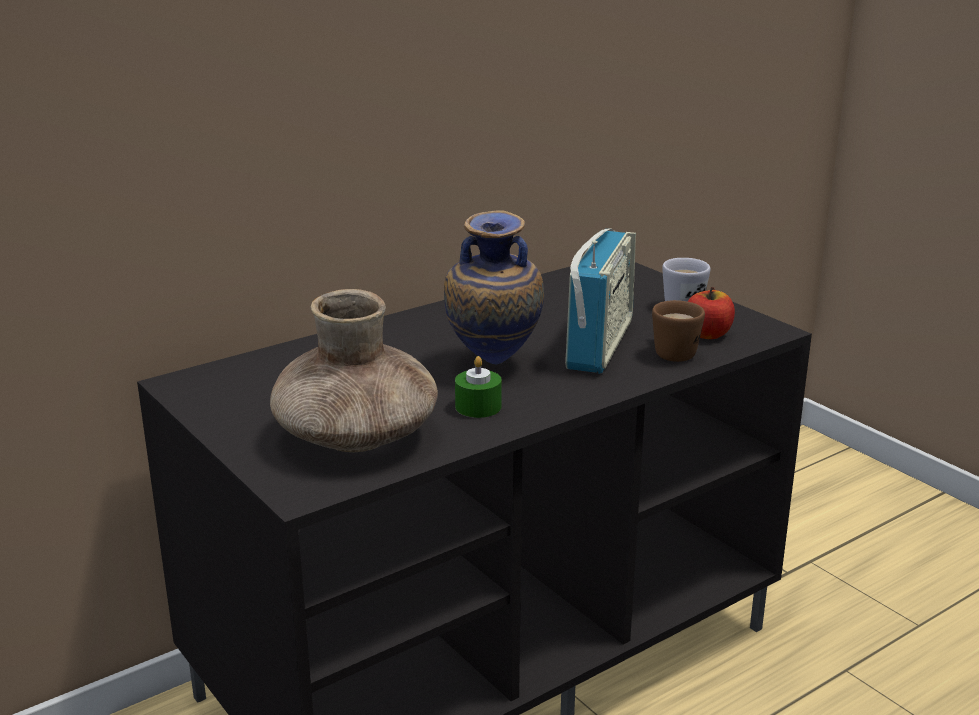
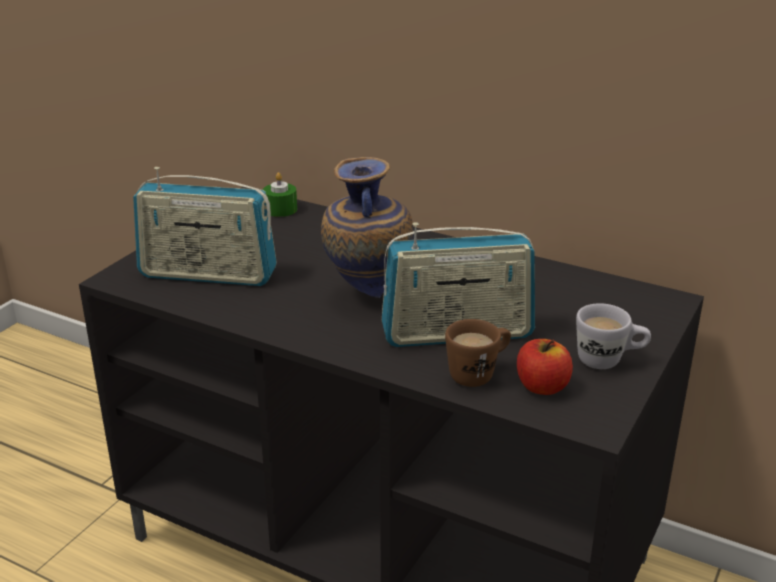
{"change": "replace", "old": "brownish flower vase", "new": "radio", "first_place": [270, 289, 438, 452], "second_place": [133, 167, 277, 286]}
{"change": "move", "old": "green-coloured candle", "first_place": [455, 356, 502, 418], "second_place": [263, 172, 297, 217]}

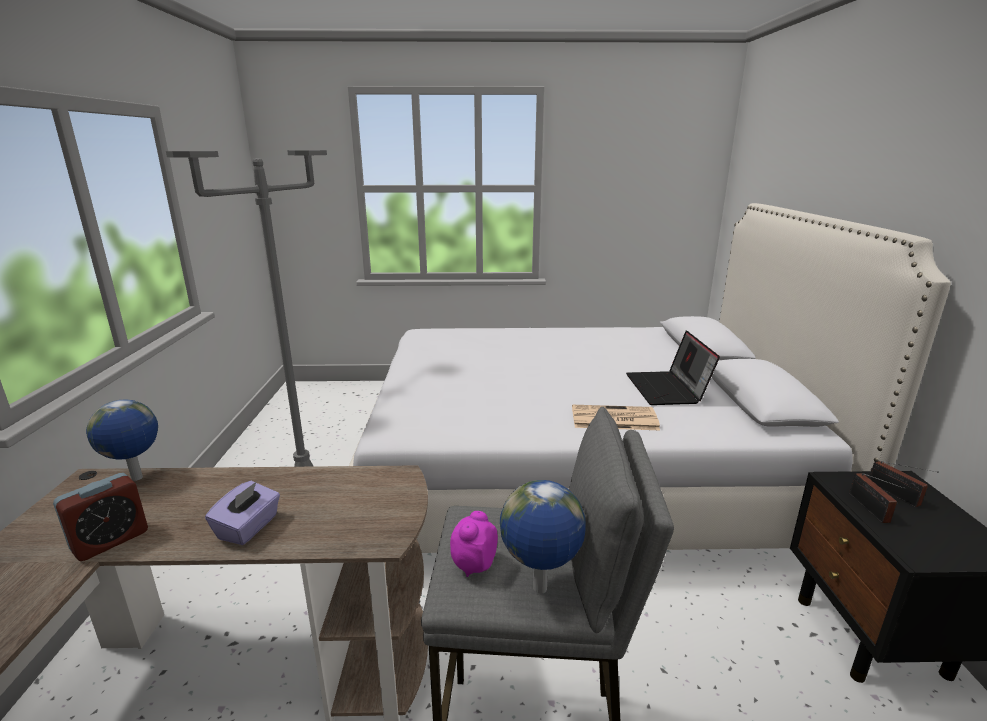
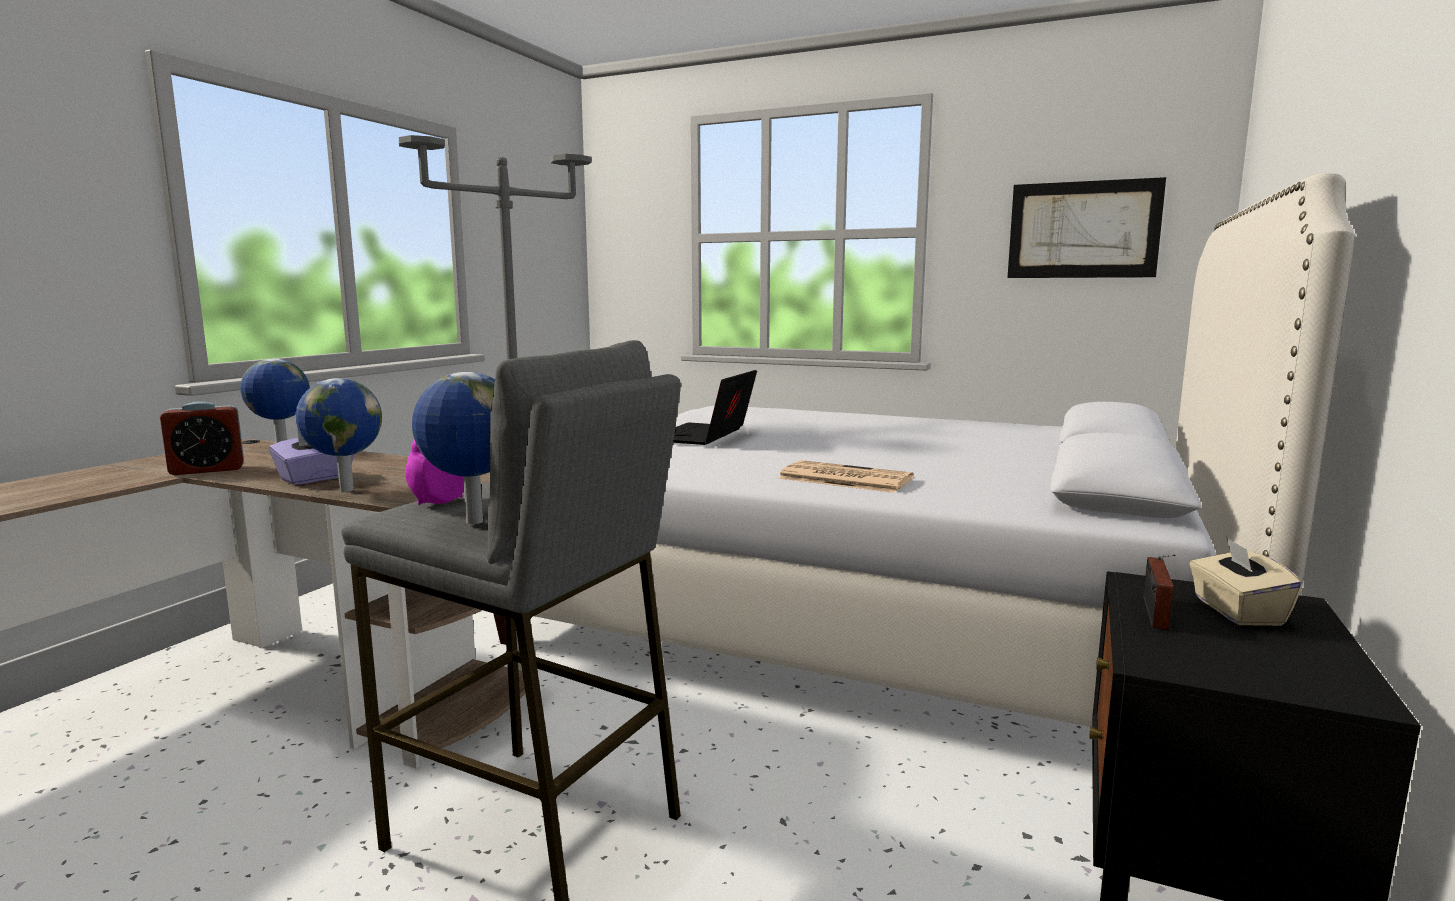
{"change": "move", "old": "laptop", "first_place": [626, 330, 720, 405], "second_place": [673, 370, 757, 445]}
{"change": "replace", "old": "radio", "new": "sand-coloured tissue box", "first_place": [869, 461, 939, 507], "second_place": [1189, 537, 1302, 626]}
{"change": "insert", "new": "wall picture", "second_place": [1008, 177, 1166, 278]}
{"change": "insert", "new": "world globe", "second_place": [296, 378, 382, 492]}

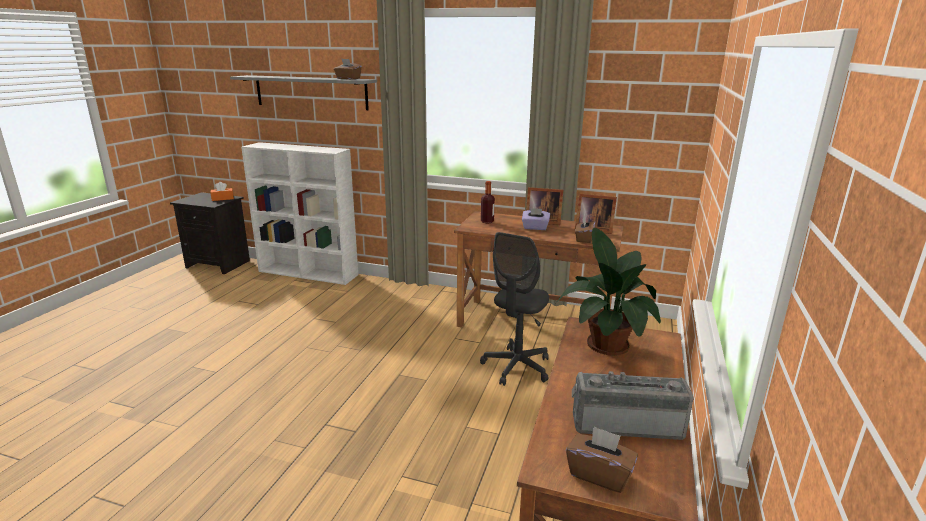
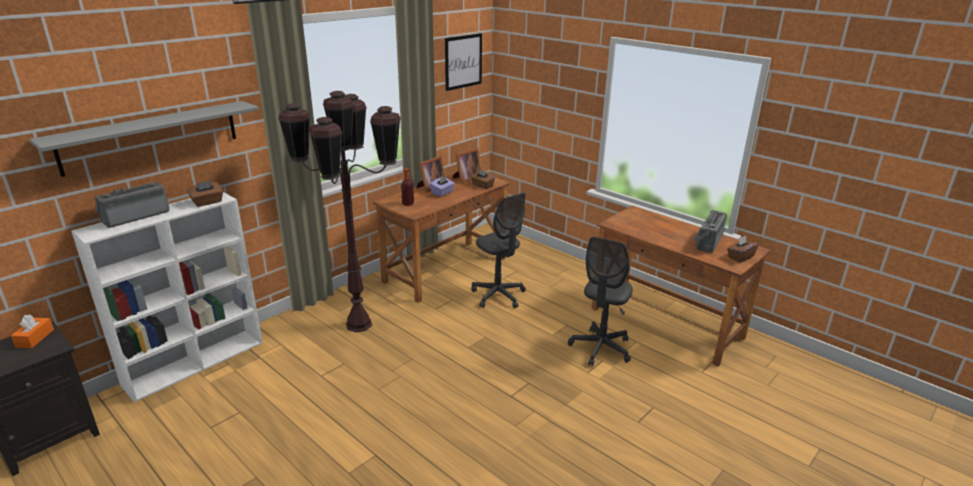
{"change": "move", "old": "brownish tissue box", "first_place": [334, 59, 362, 79], "second_place": [187, 181, 223, 207]}
{"change": "delete", "old": "plant in a pot", "first_place": [556, 228, 661, 355]}
{"change": "insert", "new": "wall picture", "second_place": [445, 33, 482, 91]}
{"change": "insert", "new": "brownish standing lamp", "second_place": [278, 91, 400, 332]}
{"change": "insert", "new": "radio", "second_place": [95, 182, 169, 228]}
{"change": "insert", "new": "greyish office chair", "second_place": [568, 237, 633, 366]}

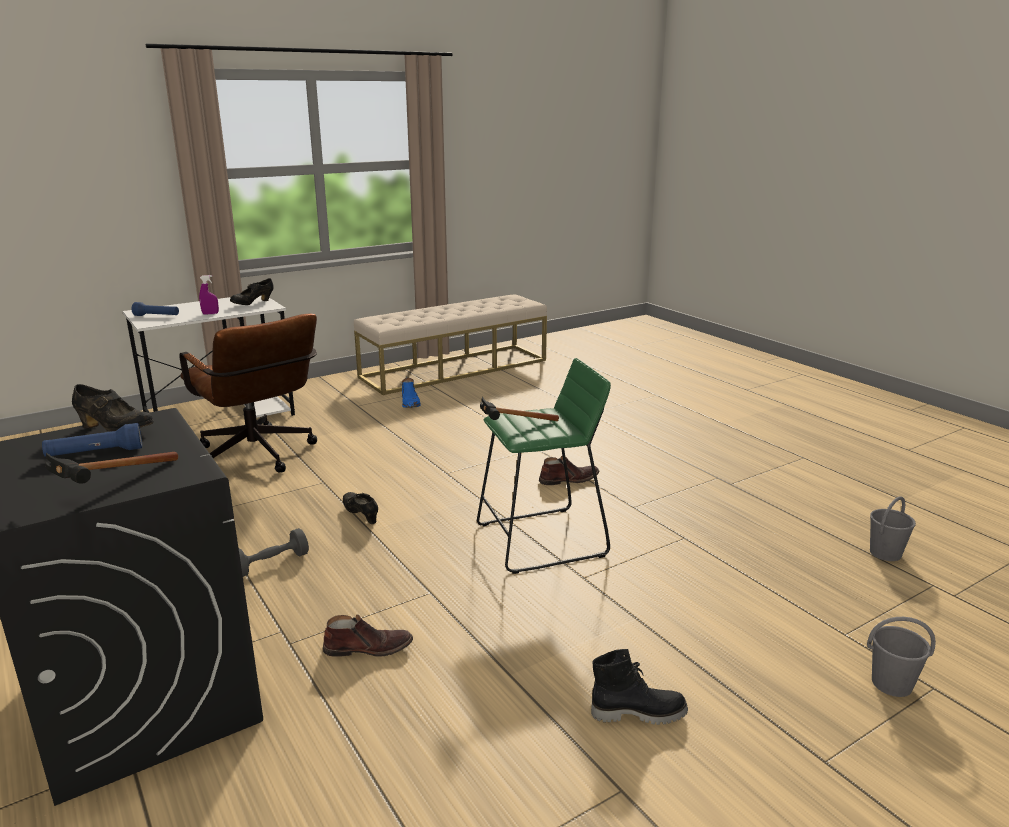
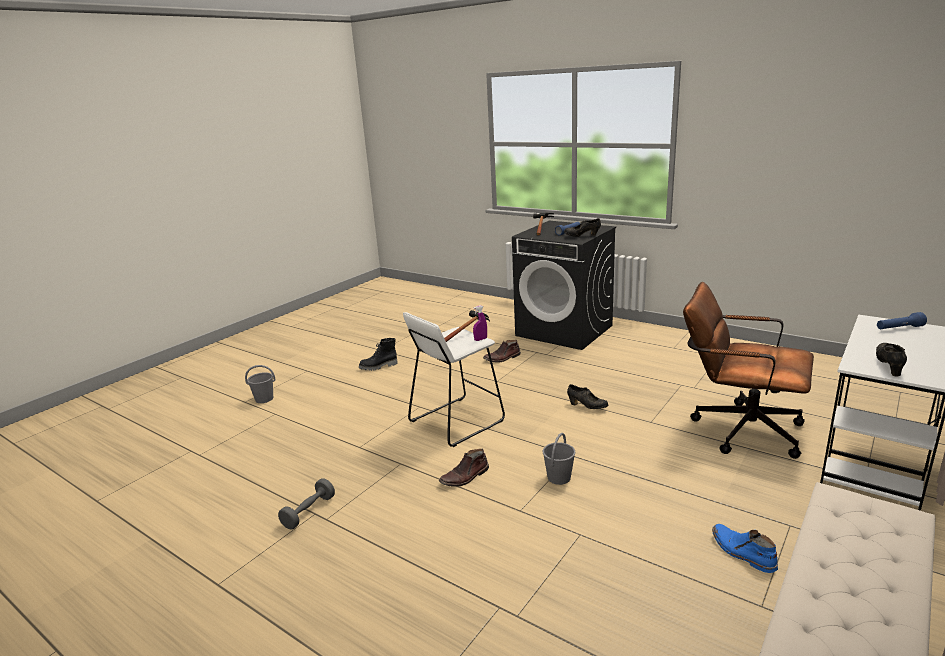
{"change": "move", "old": "purple-coloured sprayer", "first_place": [199, 275, 219, 315], "second_place": [473, 305, 487, 341]}
{"change": "recolor", "old": "green-coloured stool", "new": "white stool", "first_place": [477, 358, 611, 574], "second_place": [403, 312, 505, 447]}
{"change": "move", "old": "greyish pail", "first_place": [870, 496, 916, 561], "second_place": [542, 433, 575, 485]}
{"change": "move", "old": "greyish dumbbell", "first_place": [239, 528, 309, 577], "second_place": [278, 478, 335, 530]}

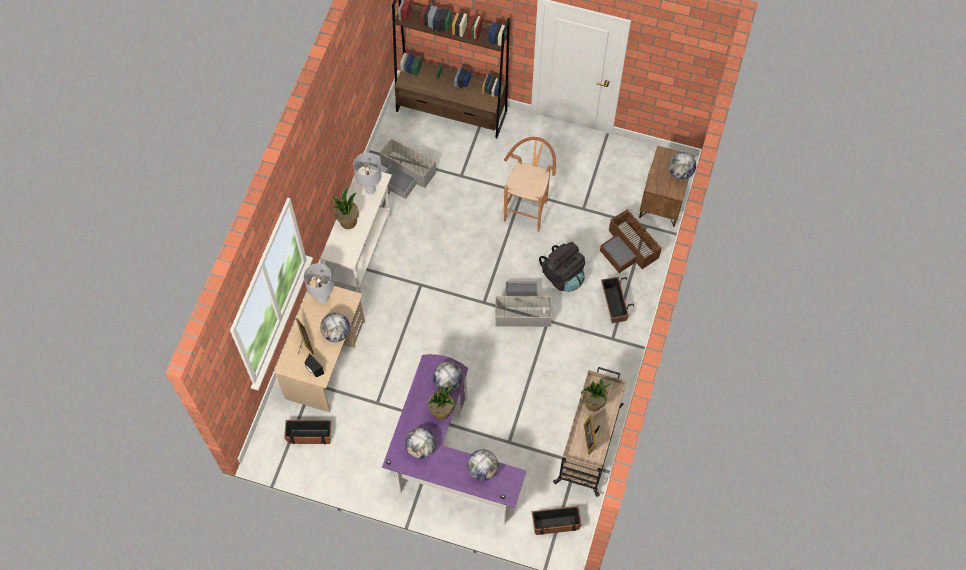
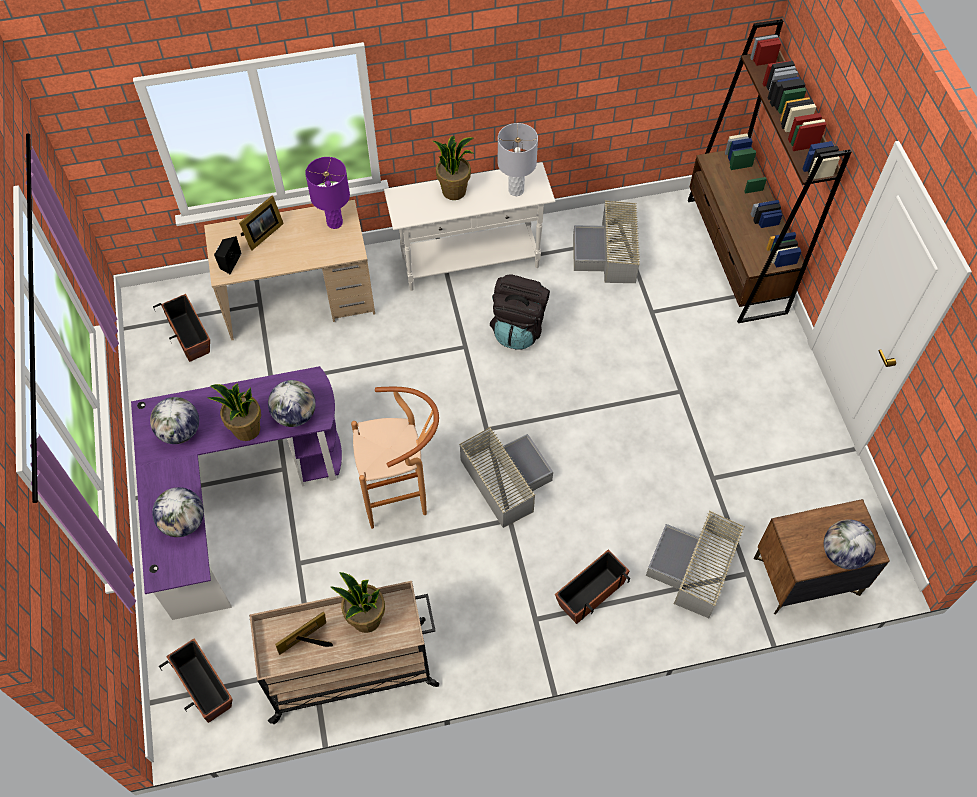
{"change": "move", "old": "brownish stool", "first_place": [504, 137, 556, 232], "second_place": [351, 387, 439, 529]}
{"change": "recolor", "old": "brownish storage container", "new": "greyish storage container", "first_place": [600, 209, 662, 273], "second_place": [646, 511, 745, 618]}
{"change": "move", "old": "blackish backpack", "first_place": [539, 242, 585, 292], "second_place": [490, 274, 550, 350]}
{"change": "recolor", "old": "greyish tabletop lamp", "new": "purple-coloured tabletop lamp", "first_place": [304, 263, 334, 304], "second_place": [305, 157, 350, 229]}
{"change": "delete", "old": "world globe", "first_place": [320, 313, 350, 342]}

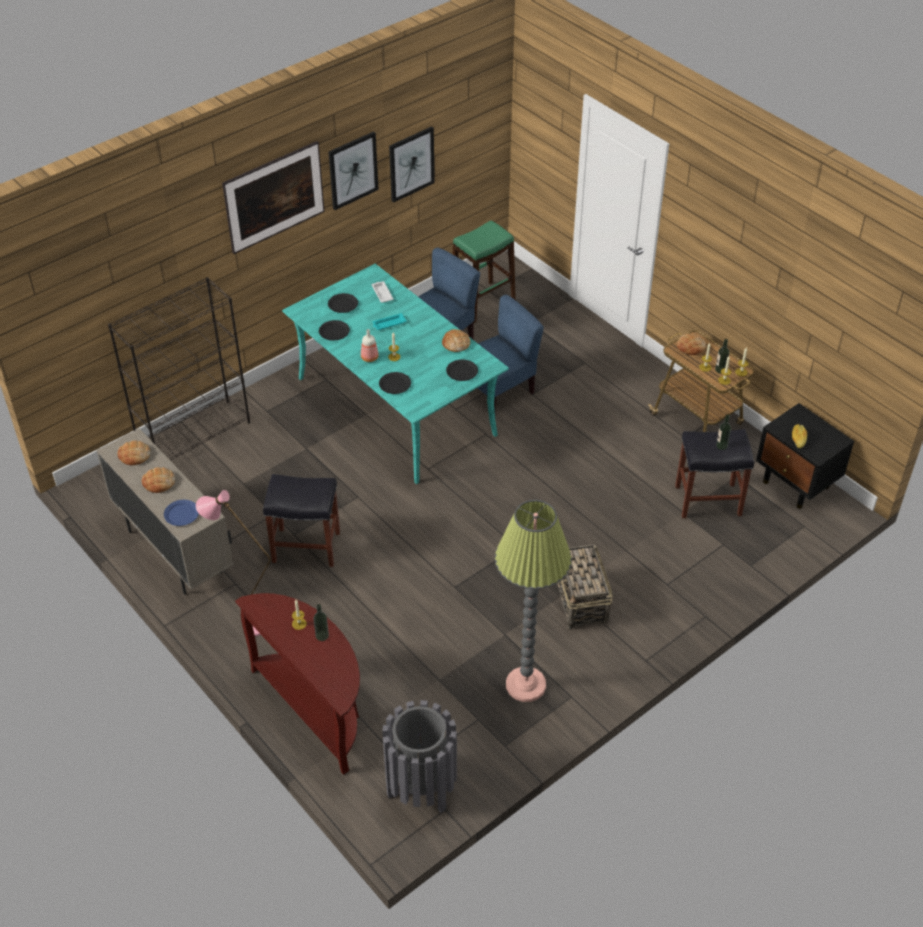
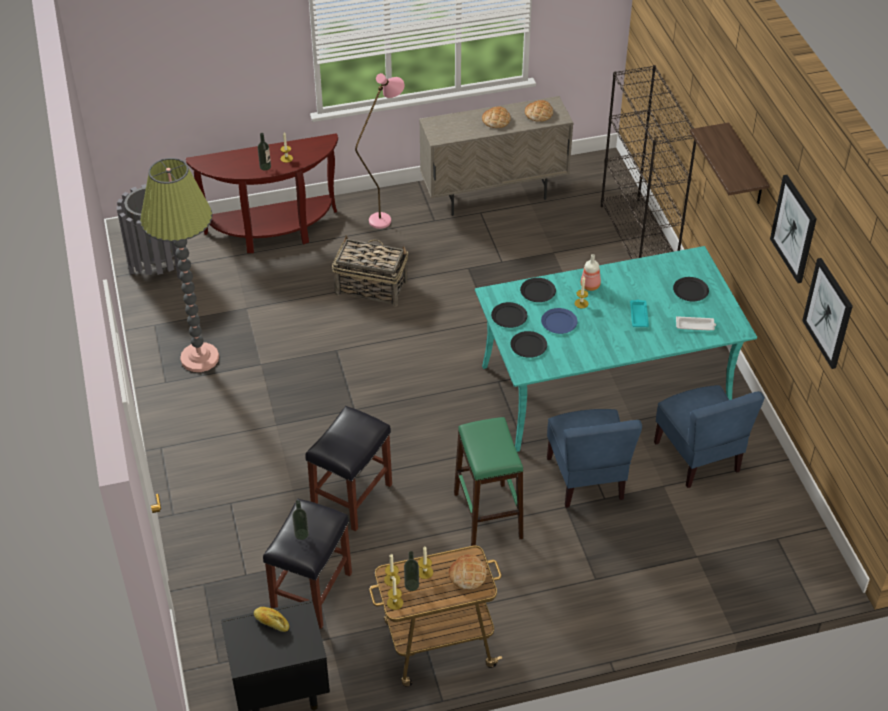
{"change": "replace", "old": "wall picture", "new": "shelf", "first_place": [222, 141, 325, 254], "second_place": [690, 123, 770, 204]}
{"change": "move", "old": "green-coloured stool", "first_place": [453, 221, 516, 323], "second_place": [454, 417, 523, 546]}
{"change": "move", "old": "blackish flat dish", "first_place": [319, 320, 350, 341], "second_place": [491, 302, 527, 328]}
{"change": "delete", "old": "baked bread", "first_place": [442, 329, 470, 352]}
{"change": "move", "old": "blackish stool", "first_place": [263, 474, 340, 567], "second_place": [305, 406, 392, 531]}
{"change": "move", "old": "blue flat dish", "first_place": [164, 500, 199, 526], "second_place": [541, 308, 578, 334]}
{"change": "move", "old": "storage basket", "first_place": [557, 545, 613, 629], "second_place": [332, 235, 408, 307]}

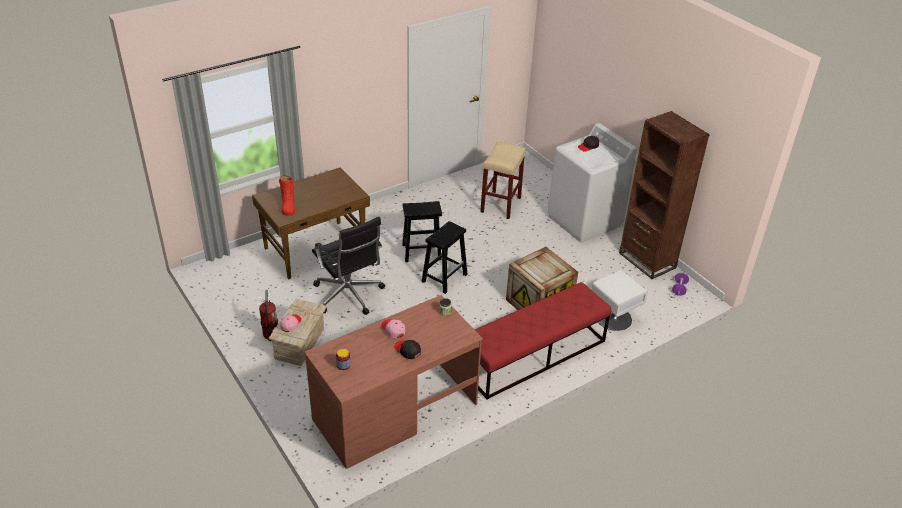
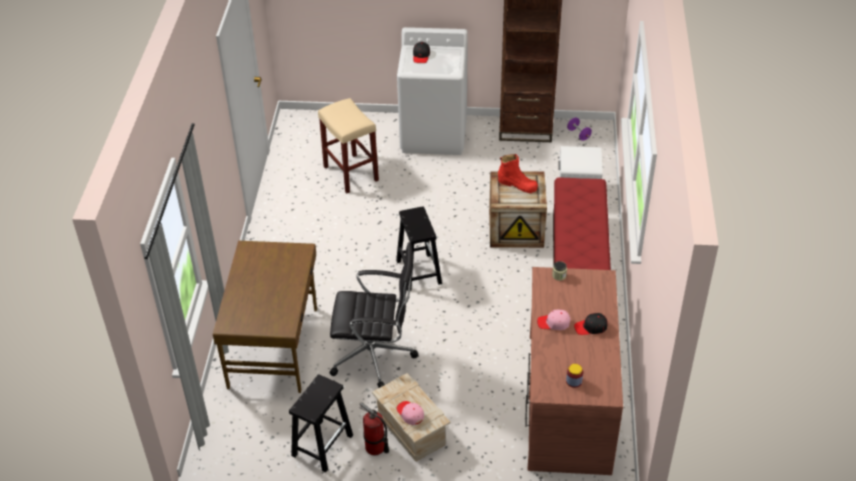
{"change": "move", "old": "red tall boot", "first_place": [279, 175, 295, 216], "second_place": [498, 154, 538, 193]}
{"change": "move", "old": "blackish stool", "first_place": [402, 201, 442, 262], "second_place": [289, 374, 353, 472]}

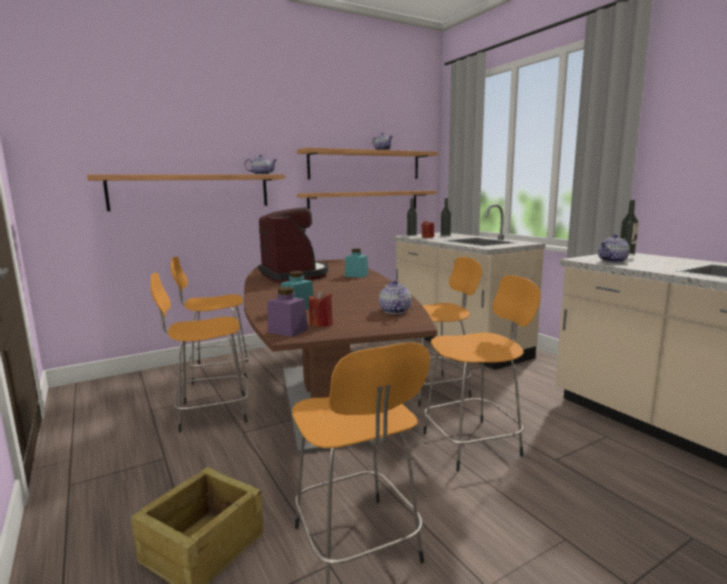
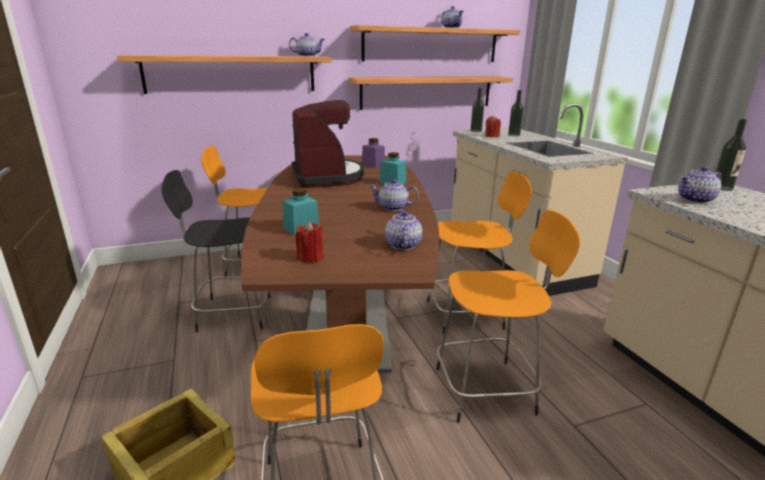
{"change": "recolor", "old": "orangey stool", "new": "blackish stool", "first_place": [150, 273, 249, 432], "second_place": [161, 170, 270, 332]}
{"change": "move", "old": "purple-coloured storage jar", "first_place": [267, 287, 308, 337], "second_place": [362, 138, 385, 168]}
{"change": "insert", "new": "tea pot", "second_place": [369, 179, 419, 211]}

